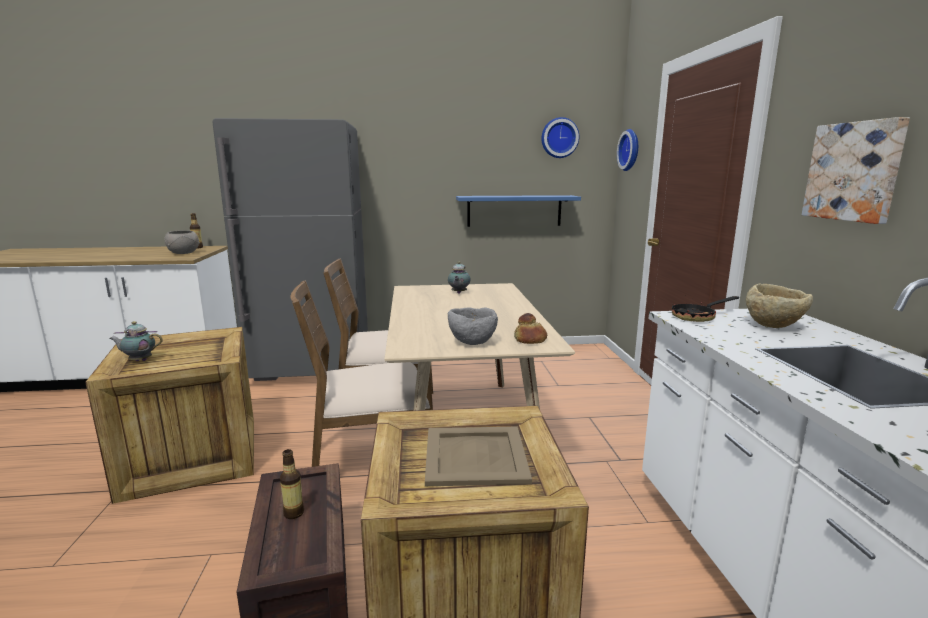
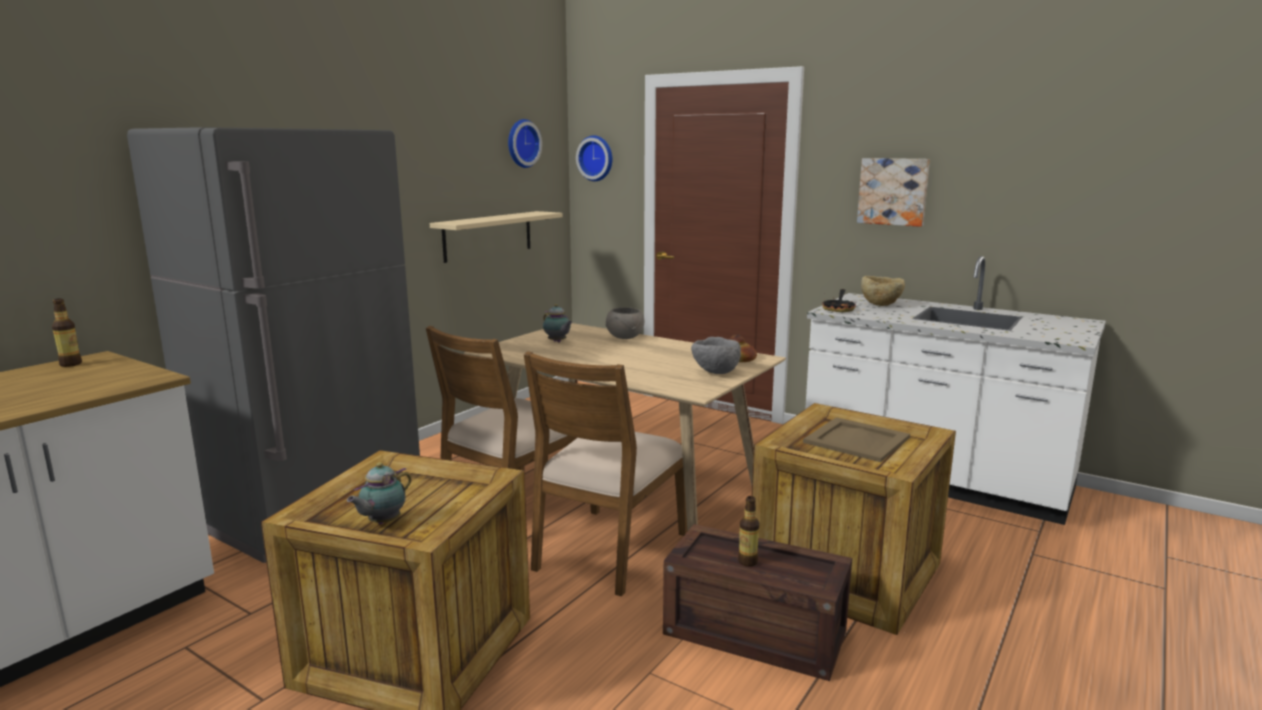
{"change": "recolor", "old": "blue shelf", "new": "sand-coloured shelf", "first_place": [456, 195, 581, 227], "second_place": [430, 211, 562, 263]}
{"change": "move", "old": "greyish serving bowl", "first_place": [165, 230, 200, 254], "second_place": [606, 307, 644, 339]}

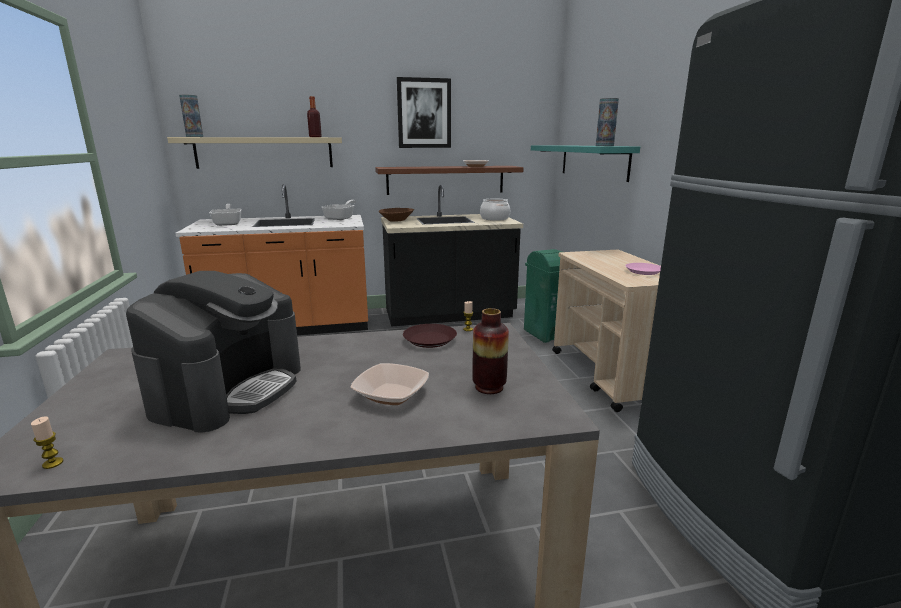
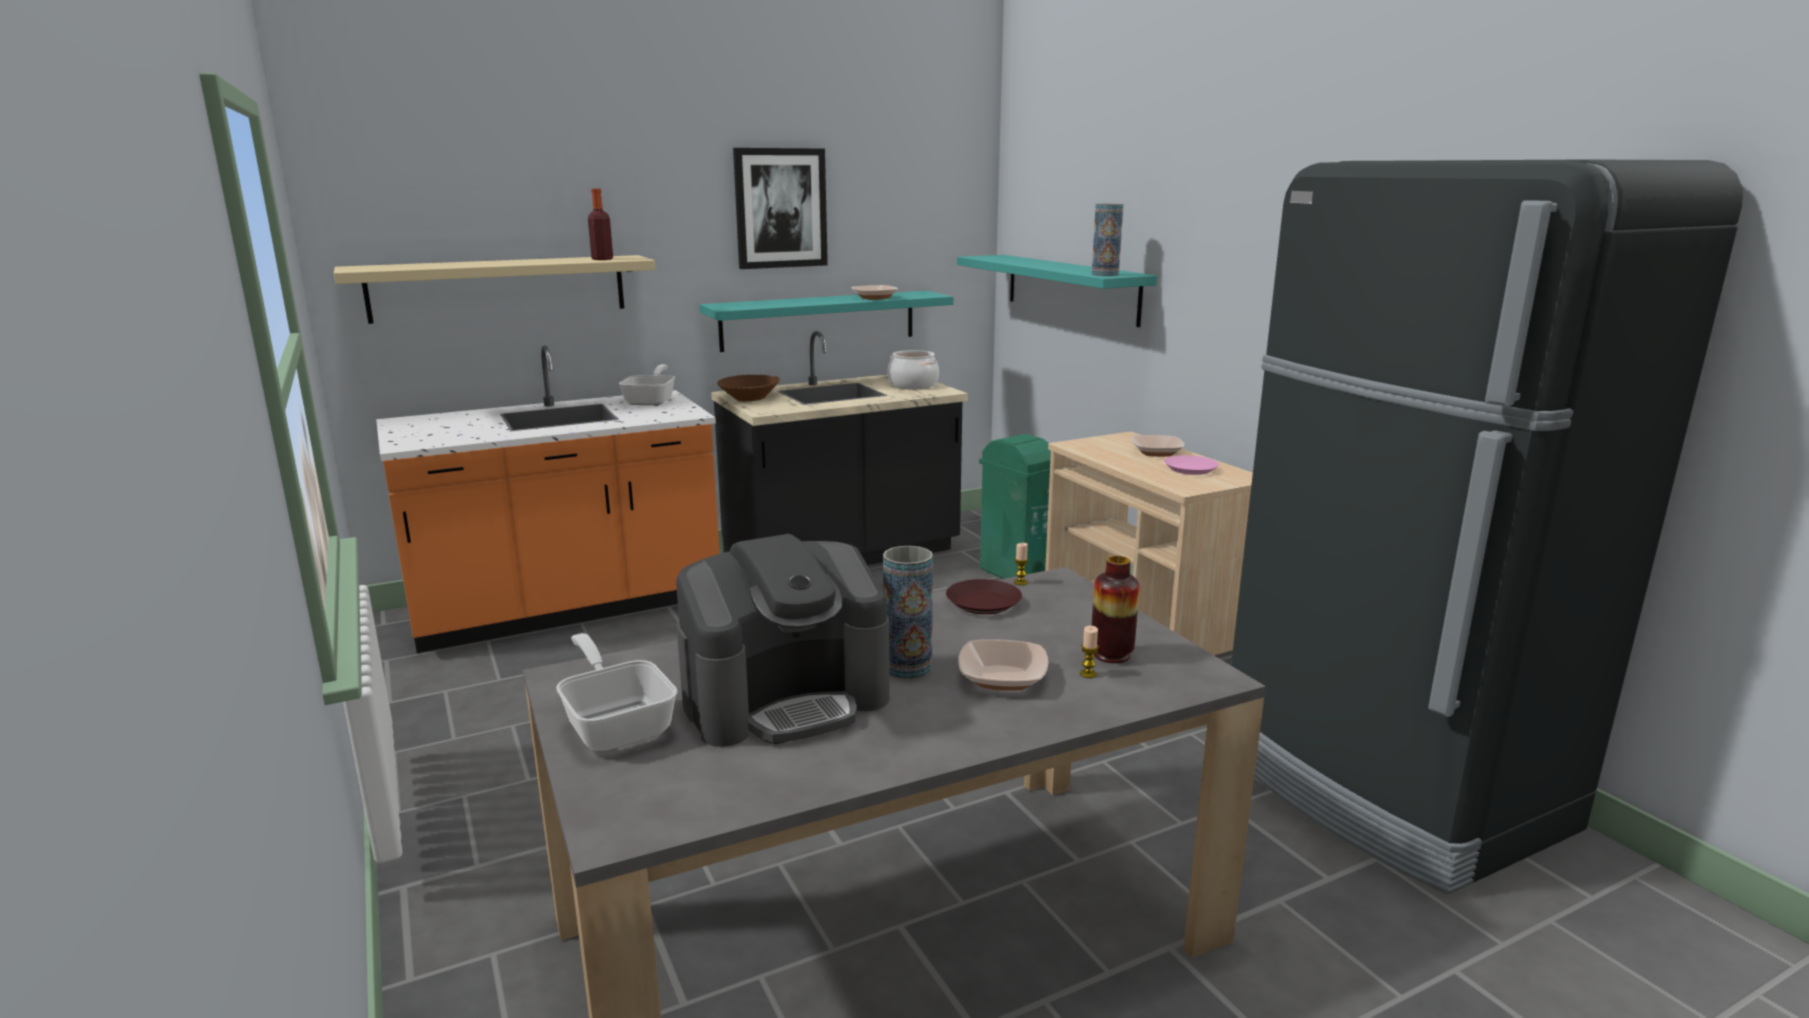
{"change": "move", "old": "flower vase", "first_place": [179, 95, 203, 137], "second_place": [883, 546, 933, 679]}
{"change": "recolor", "old": "brownish shelf", "new": "blue-green shelf", "first_place": [375, 166, 524, 195], "second_place": [699, 291, 954, 352]}
{"change": "move", "old": "frying pan", "first_place": [209, 204, 242, 226], "second_place": [556, 633, 678, 751]}
{"change": "rotate", "old": "coffee maker", "first_place": [126, 271, 301, 433], "second_place": [676, 534, 890, 747], "degrees": 60}
{"change": "move", "old": "candle", "first_place": [31, 416, 63, 469], "second_place": [1080, 626, 1099, 678]}
{"change": "insert", "new": "serving bowl", "second_place": [1131, 435, 1184, 457]}

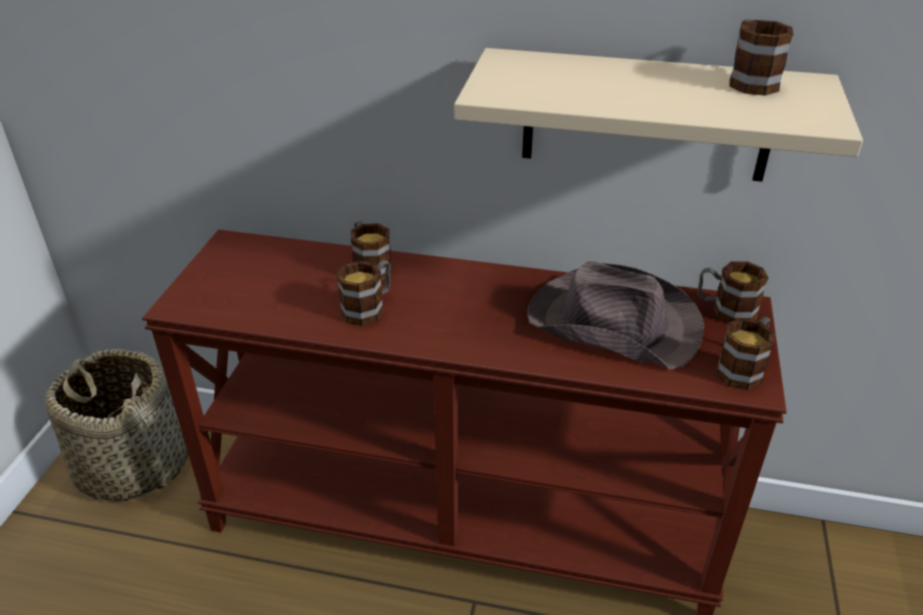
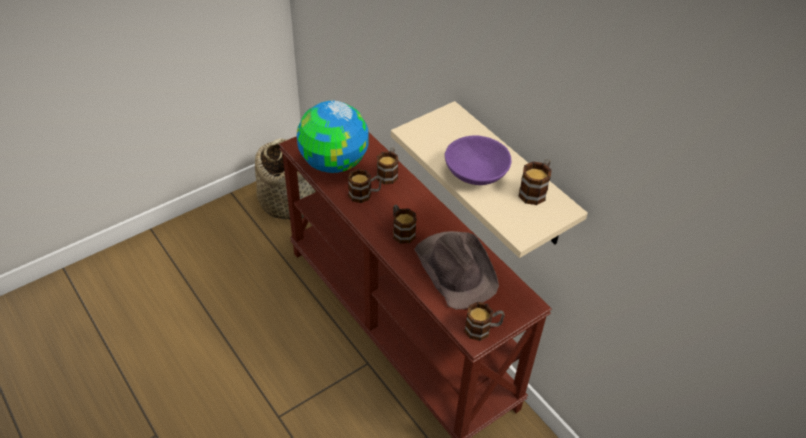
{"change": "move", "old": "tea mug", "first_place": [698, 261, 768, 323], "second_place": [393, 205, 417, 244]}
{"change": "insert", "new": "world globe", "second_place": [297, 101, 369, 173]}
{"change": "insert", "new": "purple-coloured serving bowl", "second_place": [445, 135, 511, 185]}

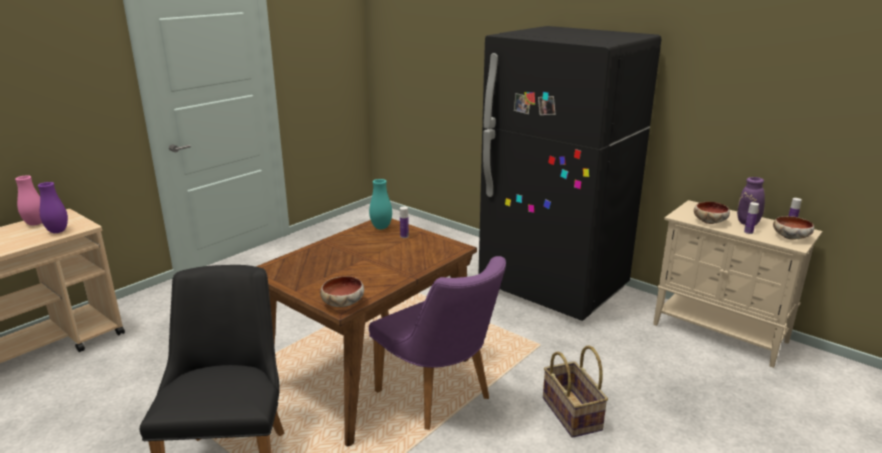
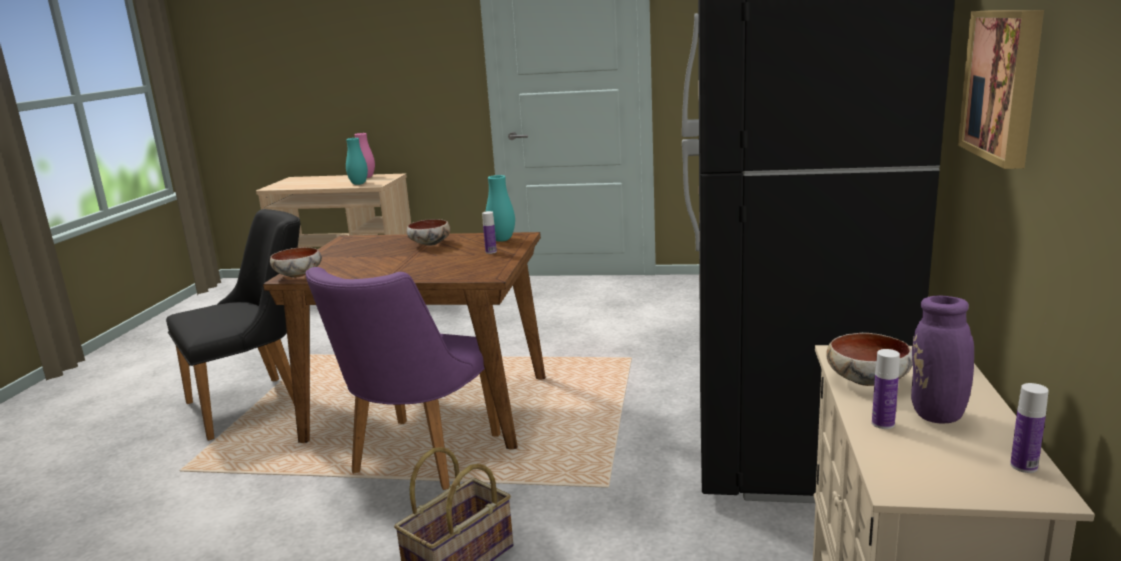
{"change": "recolor", "old": "purple-coloured flower vase", "new": "blue-green flower vase", "first_place": [38, 182, 68, 233], "second_place": [346, 138, 368, 185]}
{"change": "move", "old": "serving bowl", "first_place": [773, 216, 814, 240], "second_place": [407, 219, 451, 246]}
{"change": "insert", "new": "wall picture", "second_place": [958, 10, 1044, 169]}

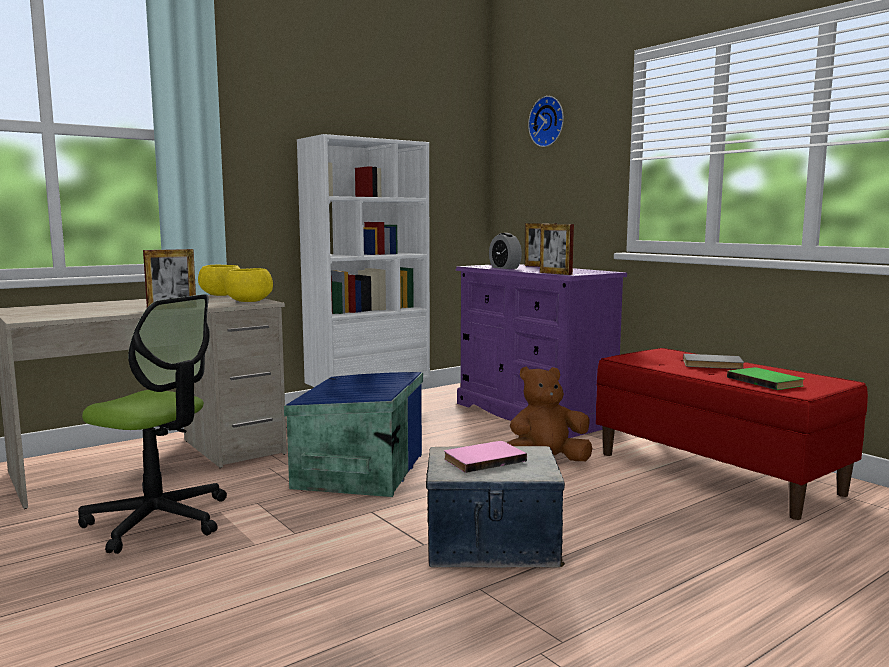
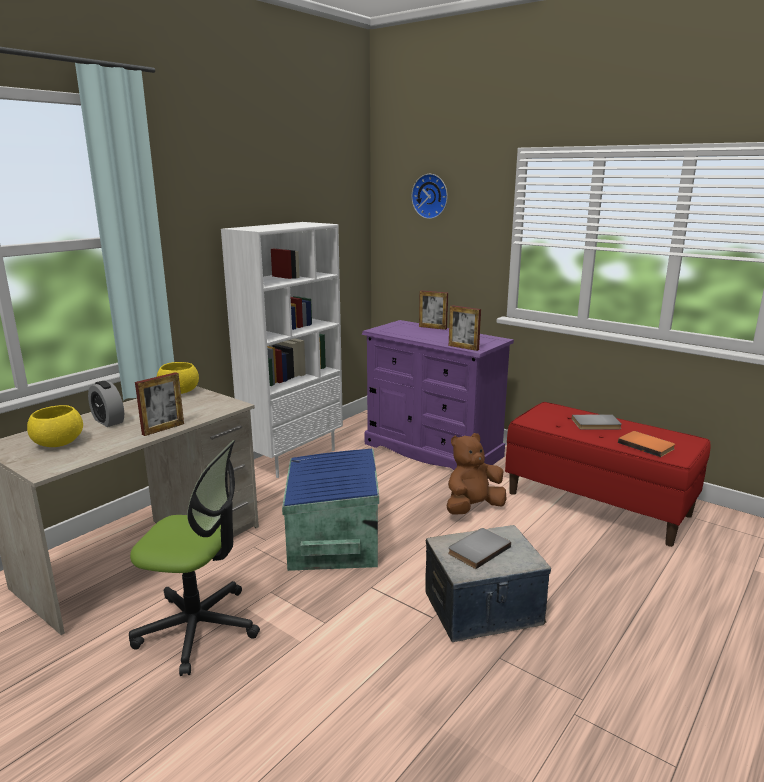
{"change": "move", "old": "alarm clock", "first_place": [489, 233, 522, 269], "second_place": [88, 381, 124, 427]}
{"change": "move", "old": "yellowish serving bowl", "first_place": [224, 268, 273, 302], "second_place": [27, 405, 83, 447]}
{"change": "recolor", "old": "green-coloured book", "new": "orangey book", "first_place": [727, 367, 805, 390], "second_place": [618, 431, 675, 457]}
{"change": "recolor", "old": "pink book", "new": "greyish book", "first_place": [444, 441, 527, 473], "second_place": [448, 528, 511, 569]}

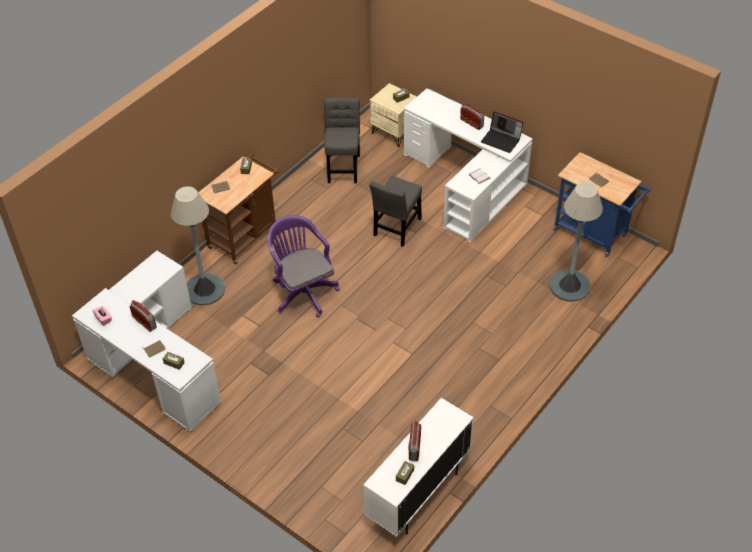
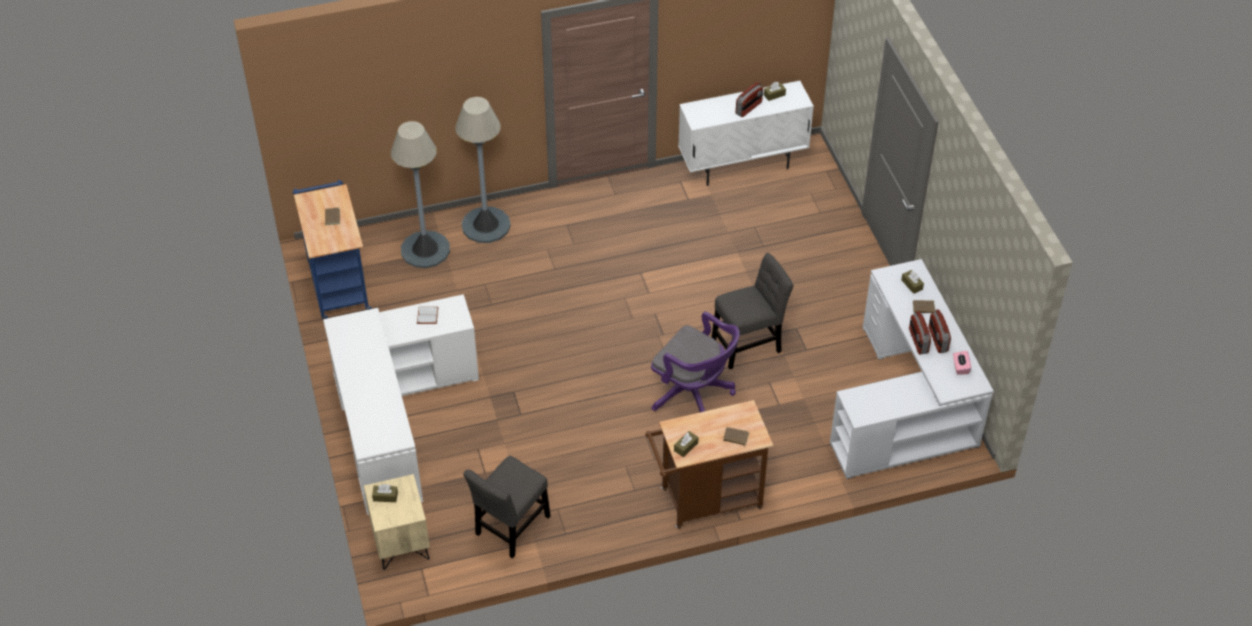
{"change": "move", "old": "radio", "first_place": [460, 102, 484, 130], "second_place": [928, 309, 951, 353]}
{"change": "delete", "old": "laptop", "first_place": [481, 111, 523, 153]}
{"change": "move", "old": "greyish plain chair", "first_place": [369, 176, 422, 247], "second_place": [711, 253, 794, 369]}
{"change": "move", "old": "greyish standing lamp", "first_place": [170, 186, 225, 306], "second_place": [455, 97, 511, 243]}
{"change": "rotate", "old": "purple-coloured office chair", "first_place": [268, 215, 340, 318], "second_place": [651, 311, 740, 412], "degrees": -60}

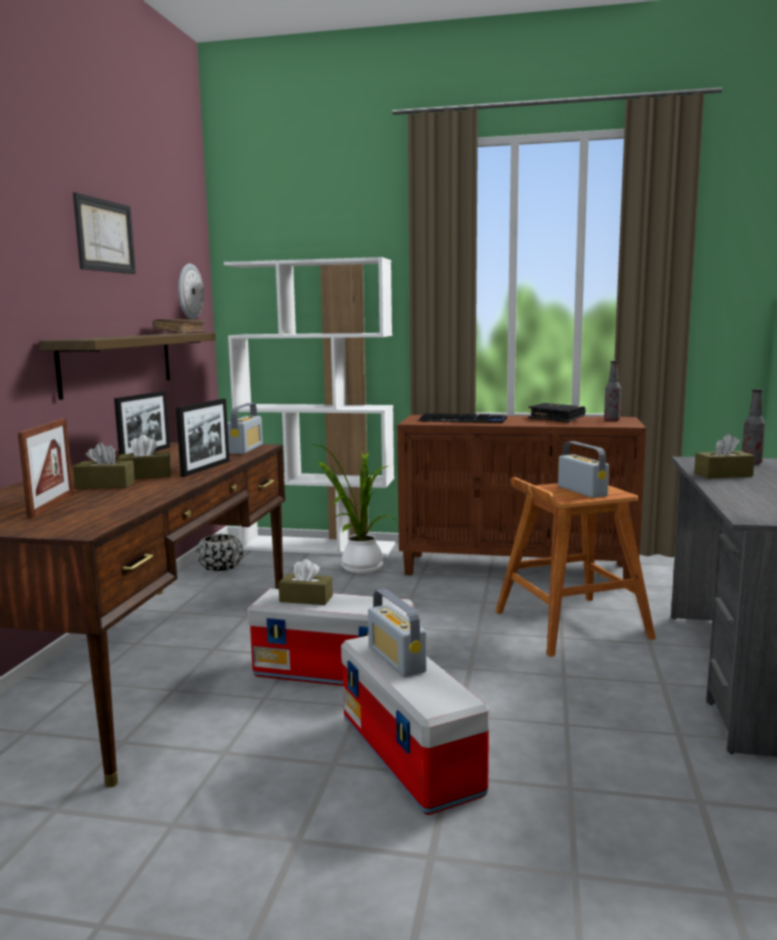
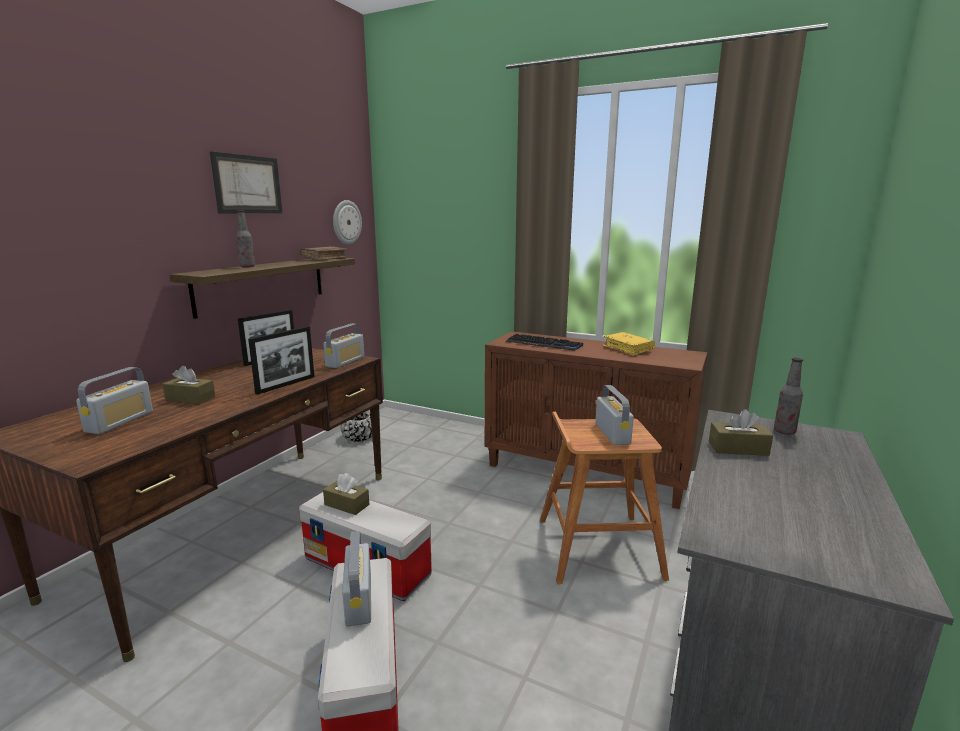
{"change": "delete", "old": "white bookcase", "first_place": [224, 257, 395, 557]}
{"change": "move", "old": "beverage bottle", "first_place": [604, 361, 621, 421], "second_place": [236, 210, 255, 268]}
{"change": "recolor", "old": "blackish book", "new": "yellowish book", "first_place": [528, 403, 585, 423], "second_place": [603, 332, 655, 356]}
{"change": "replace", "old": "photo frame", "new": "radio", "first_place": [18, 418, 74, 519], "second_place": [76, 367, 153, 434]}
{"change": "delete", "old": "brownish tissue box", "first_place": [118, 435, 171, 479]}
{"change": "delete", "old": "plant in a pot", "first_place": [312, 444, 397, 573]}

